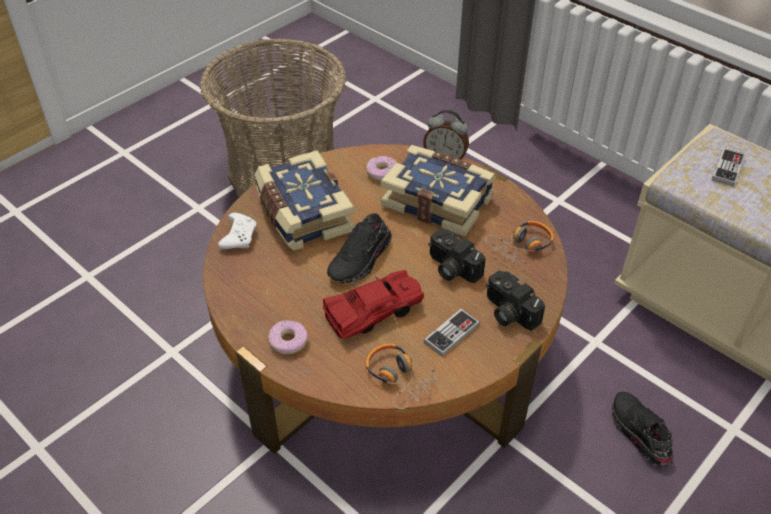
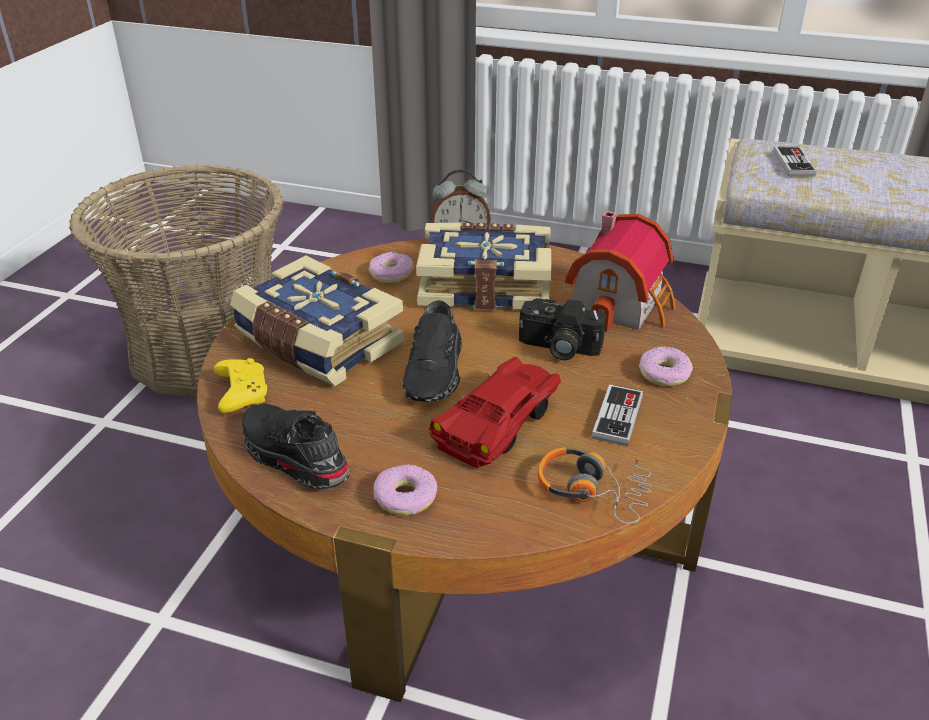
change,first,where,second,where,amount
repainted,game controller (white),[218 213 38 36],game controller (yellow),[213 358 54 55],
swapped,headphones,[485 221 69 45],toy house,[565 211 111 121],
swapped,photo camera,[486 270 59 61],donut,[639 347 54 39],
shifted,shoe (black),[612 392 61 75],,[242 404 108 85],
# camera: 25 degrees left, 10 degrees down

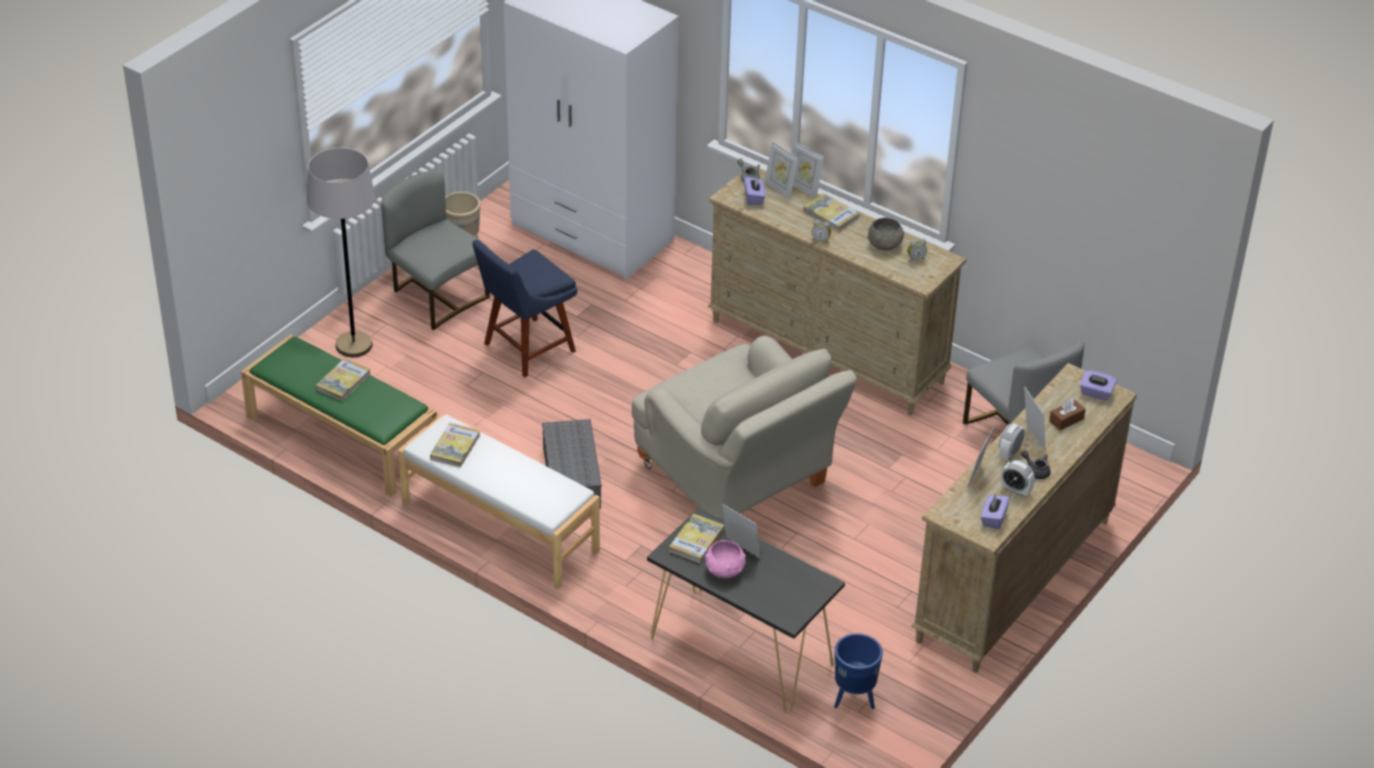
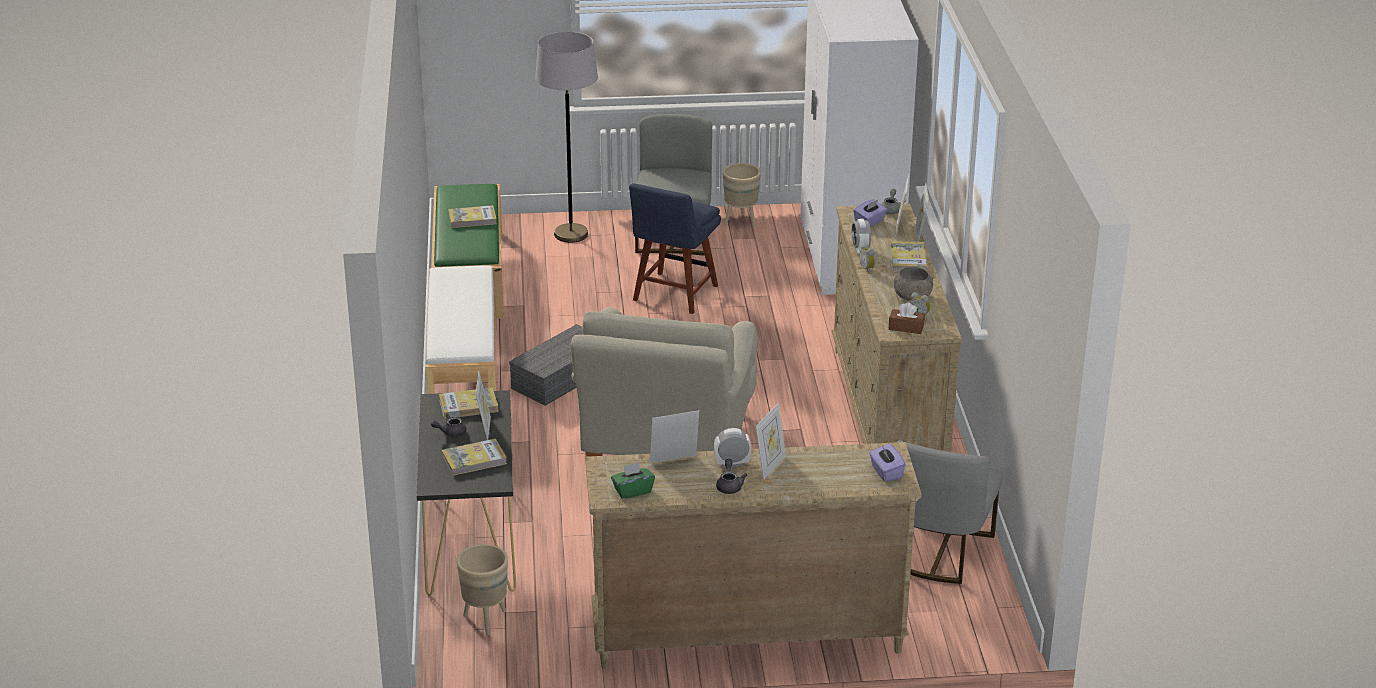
change,first,where,second,where,amount
rotated,chair (blue),[472 240 105 138],,[629 184 92 130],75 degrees counterclockwise
shifted,tissue box (brown),[1049 398 37 32],,[889 303 36 31],
shifted,book,[430 423 50 44],,[442 439 65 37],
shifted,alarm clock,[1001 460 34 36],,[852 219 19 37],
repainted,tissue box (purple),[981 494 29 35],tissue box (green),[611 462 44 37],
swapped,bowl (pink),[705 540 41 38],teapot (grey),[431 413 35 24],
repainted,planter (blue),[834 633 49 76],planter (beige),[456 544 52 92],
# camera: 50 degrees right, 10 degrees down

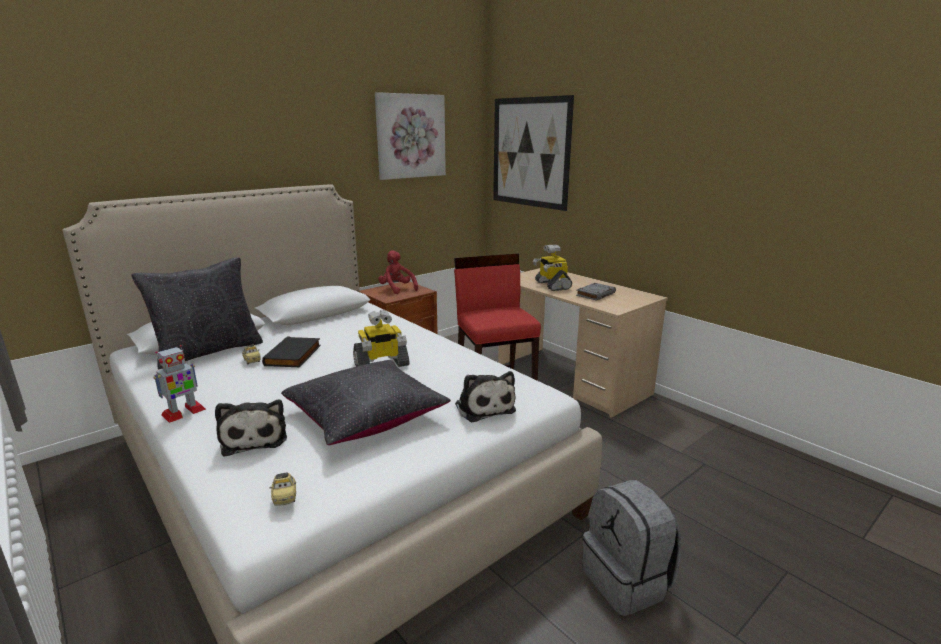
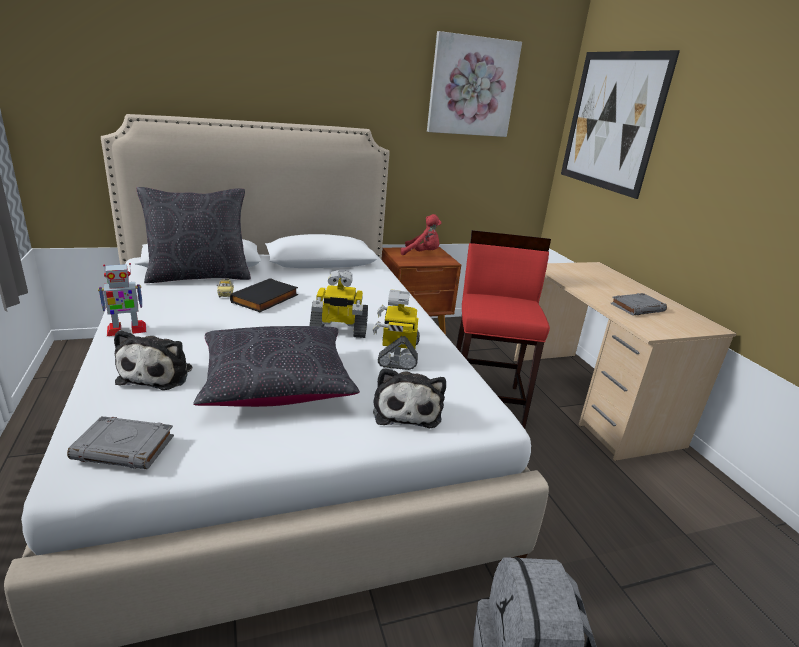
change,first,where,second,where,amount
shifted,toy robot,[533 244 39 47],,[373 289 47 81],
rotated,plush toy (red),[378 250 40 44],,[401 214 41 41],120 degrees clockwise
swapped,toy car,[269 473 27 33],book (grey),[67 416 107 53],
# camera: 20 degrees right, 5 degrees up

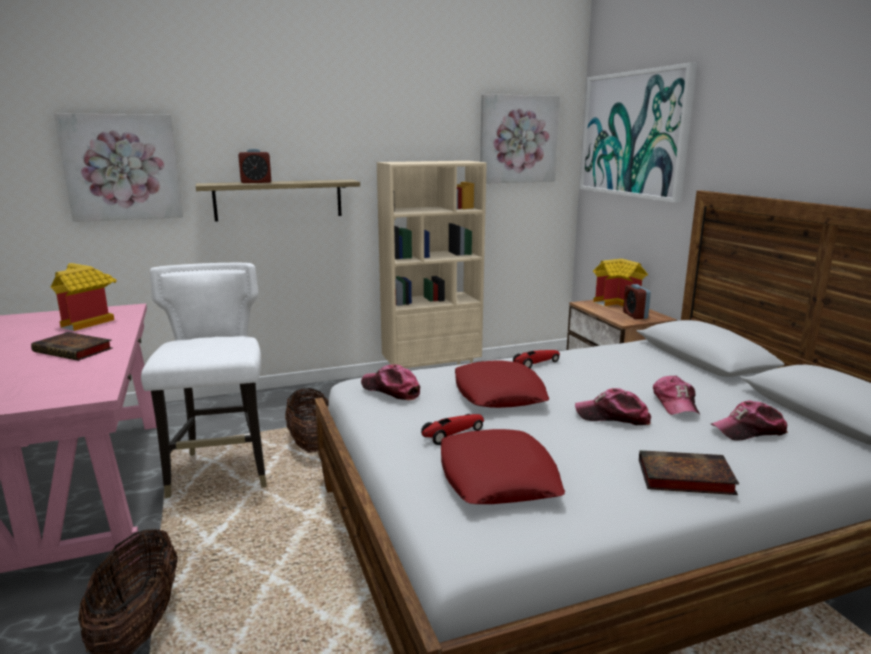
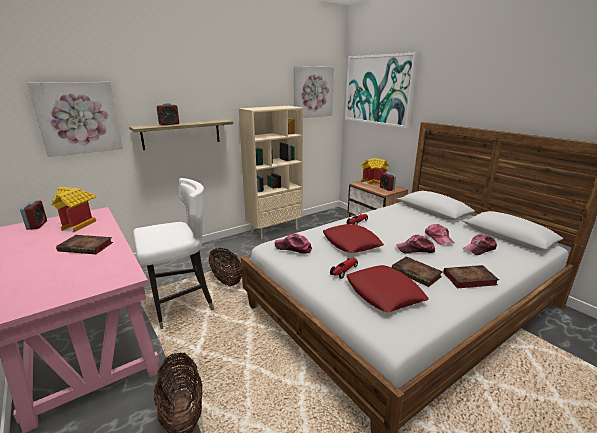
change,first,where,second,where,amount
rotated,chair (white),[141 263 126 235],,[133 178 81 151],90 degrees clockwise
new,,,alarm clock,[20 201 27 29],
new,,,book,[392 256 51 31],
# camera: 15 degrees left, 5 degrees up

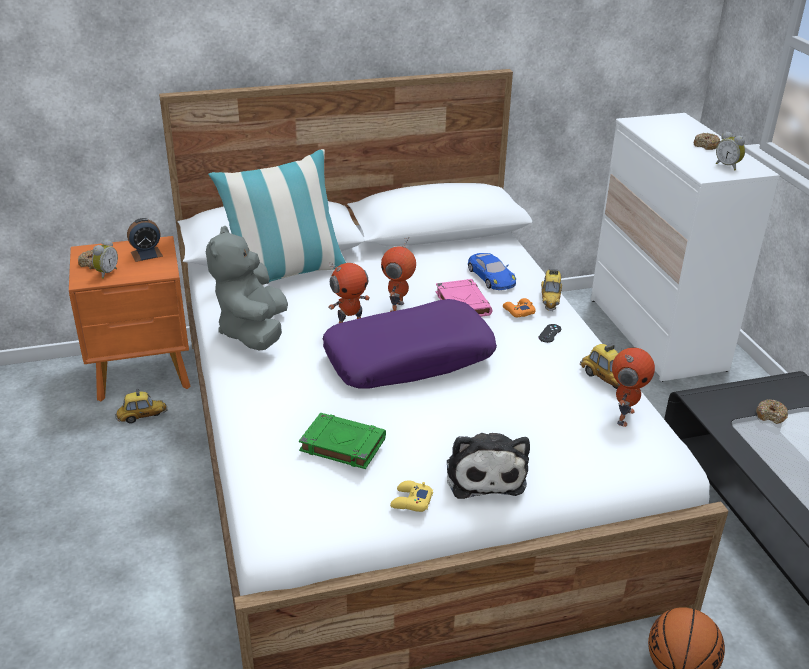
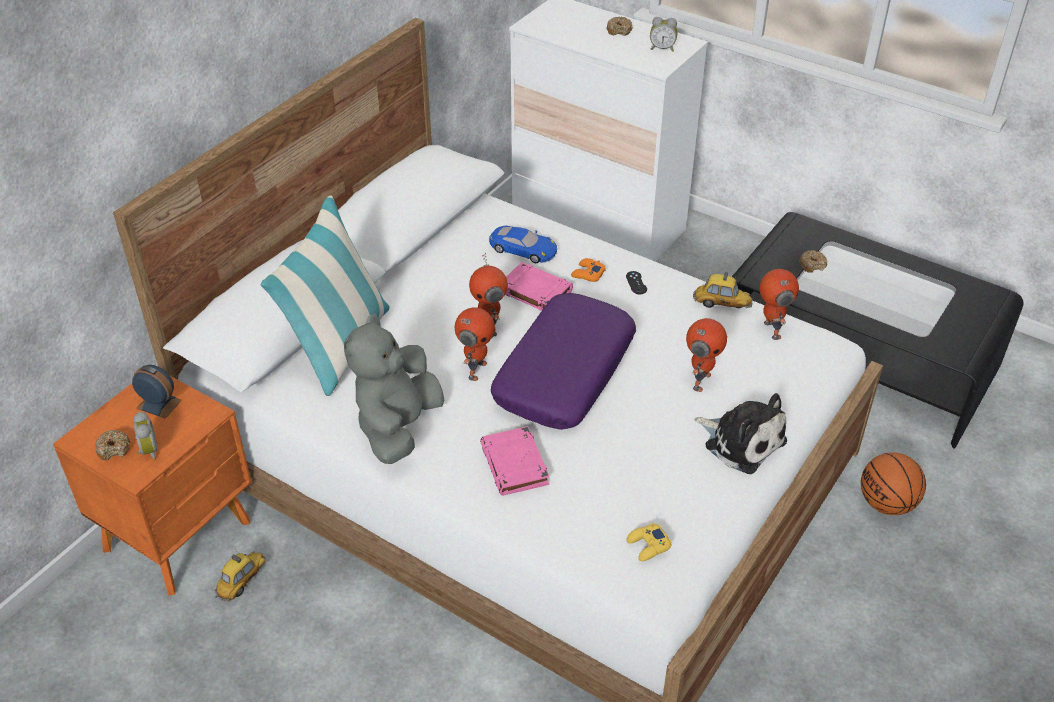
change,first,where,second,where,amount
rotated,alarm clock,[127 218 36 44],,[132 365 50 54],90 degrees counterclockwise
rotated,plush toy (grey),[206 226 82 124],,[344 314 100 150],60 degrees clockwise
gone,toy car,[541 269 21 42],,,
gone,book (green),[299 413 87 56],,,
shifted,game controller (yellow),[390 480 43 32],,[627 523 45 39],
new,,,toy robot,[686 318 41 74],
new,,,book (pink),[480 426 69 70],
# camera: 40 degrees left, 10 degrees up

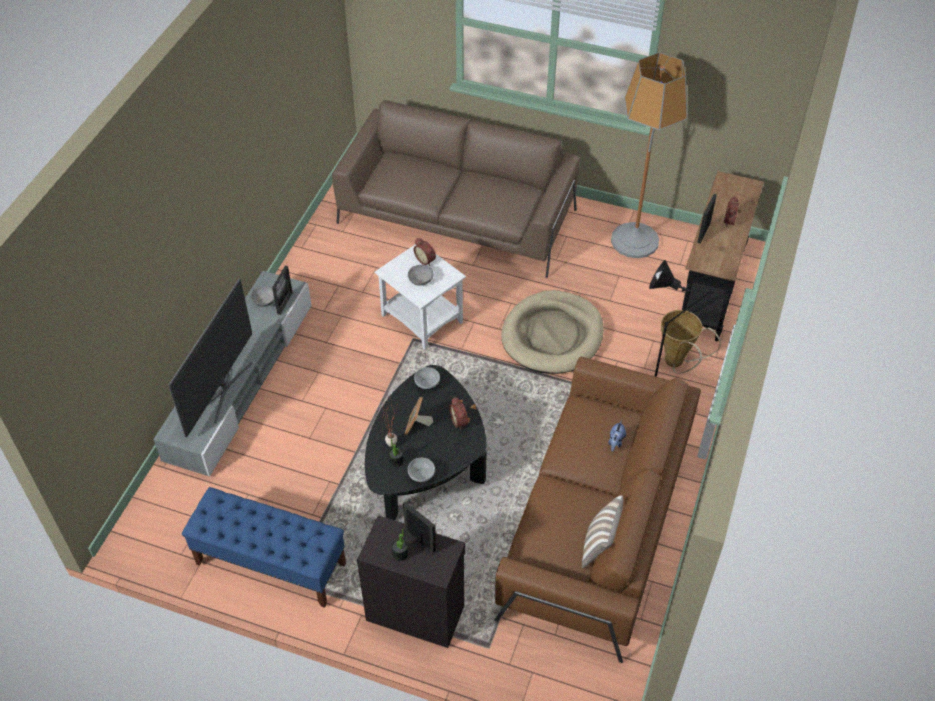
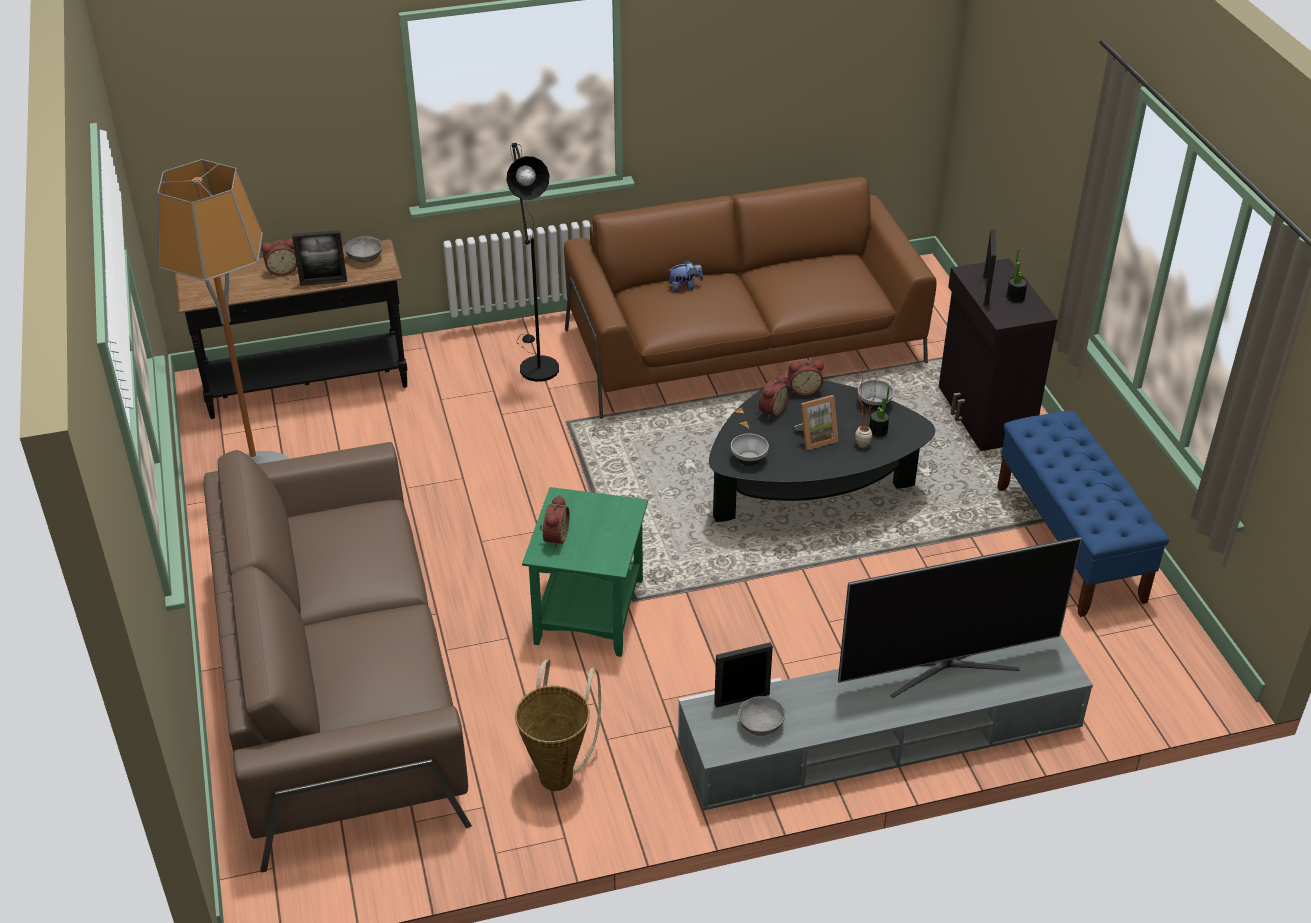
change,first,where,second,where,amount
repainted,side table (white),[374 244 92 106],side table (green),[522 487 126 170],
shifted,bowl (grey),[408 265 26 21],,[345 236 37 26],
gone,dog bed (beige),[501 290 103 84],,,
shifted,basket,[661 310 60 64],,[515 659 86 132],
gone,pillow,[582 495 41 73],,,
new,,,alarm clock,[788 360 36 36],
# camera: 125 degrees left, 10 degrees down

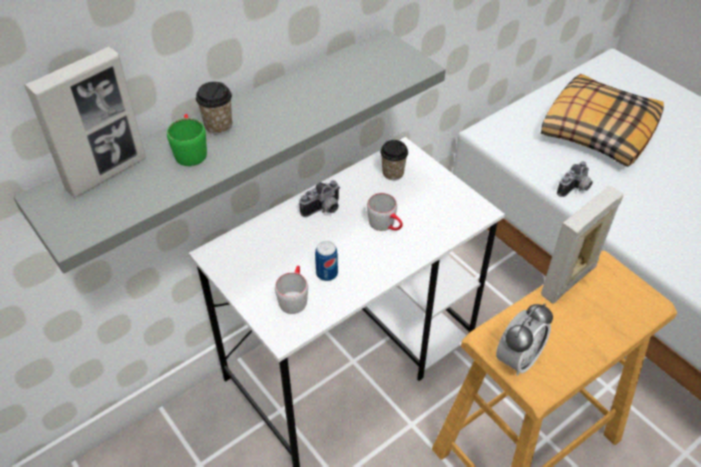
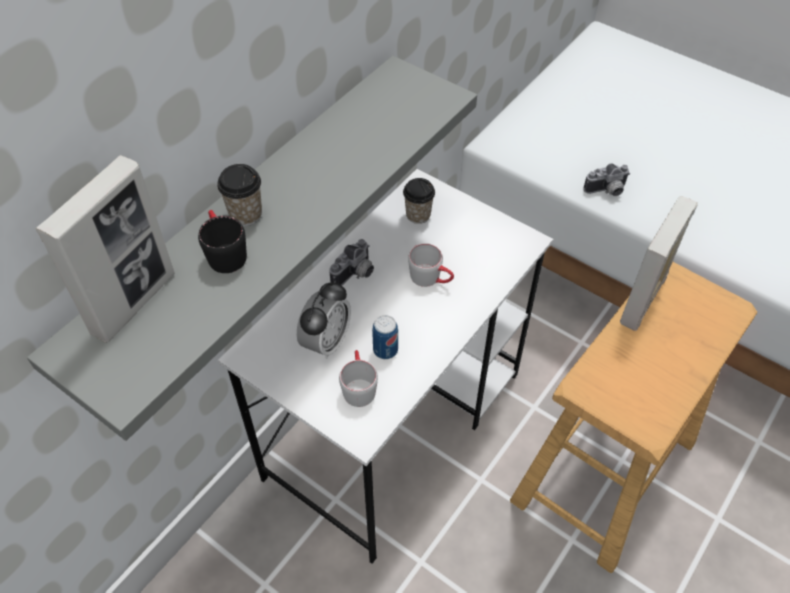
change,first,where,second,where,amount
gone,pillow,[541 74 123 93],,,
repainted,mug (green),[167 114 40 52],mug (black),[198 210 49 63],
rotated,photo camera,[557 161 36 36],,[583 163 47 33],45 degrees clockwise
shifted,alarm clock,[496 303 57 73],,[297 281 54 78],
# camera: 15 degrees left, 5 degrees up

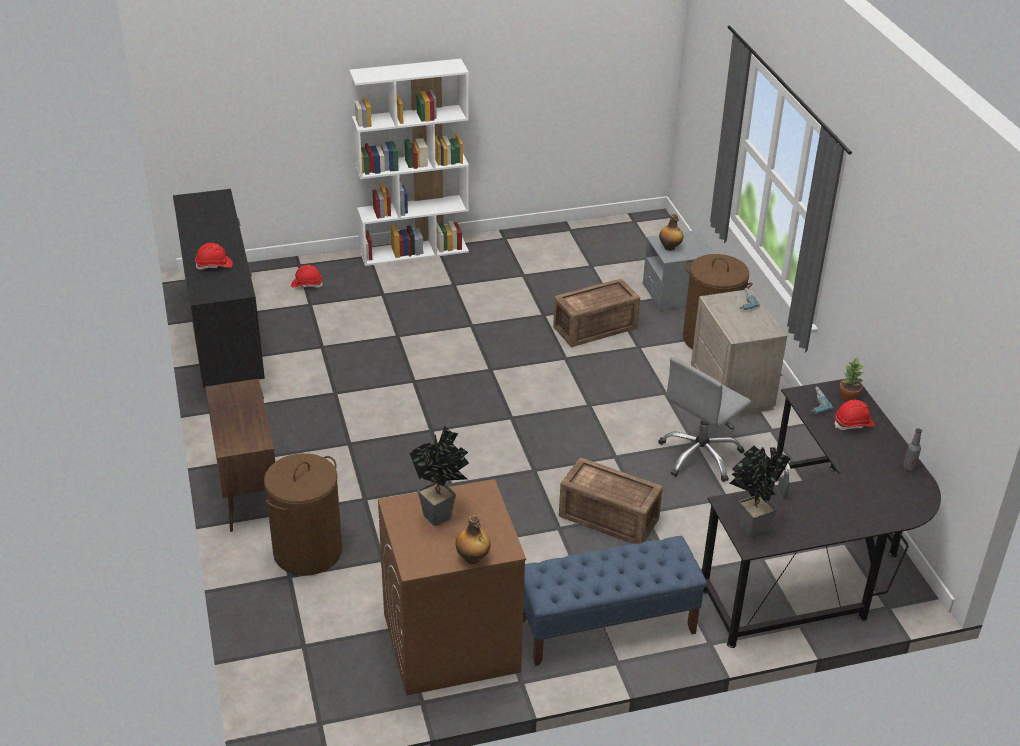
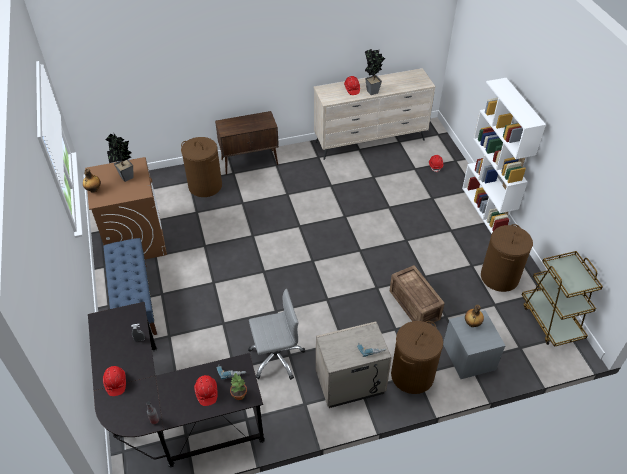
change,first,where,second,where,amount
repainted,dresser (black),[173 189 92 210],dresser (beige),[314 68 122 92],
rotated,office chair (grey),[658 357 93 125],,[248 289 57 91],120 degrees clockwise
shifted,potted plant,[729 446 62 92],,[365 49 20 46],
gone,crate,[559 458 104 86],,,
new,,,laundry basket (brown),[481 224 52 68],
new,,,cart (brown),[522 251 81 96],
new,,,hard hat (red),[103 366 23 30],
# camera: 90 degrees right, 10 degrees up

